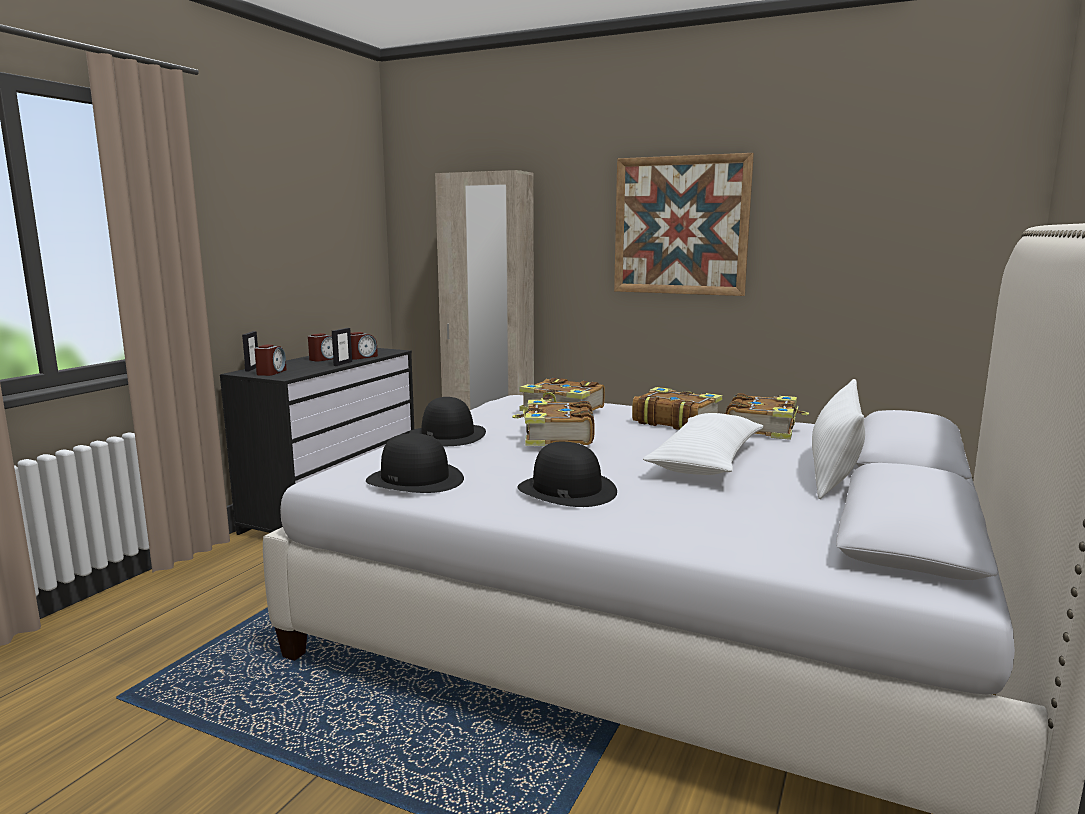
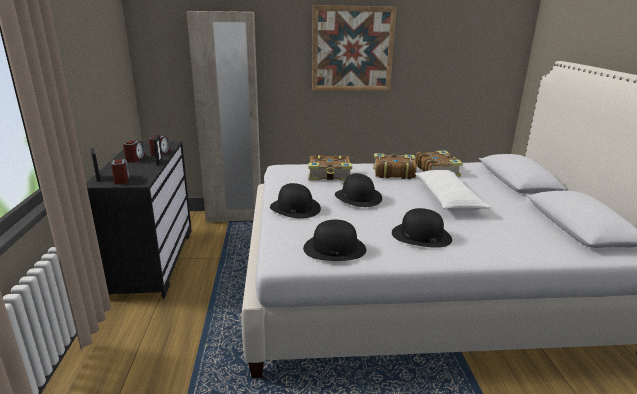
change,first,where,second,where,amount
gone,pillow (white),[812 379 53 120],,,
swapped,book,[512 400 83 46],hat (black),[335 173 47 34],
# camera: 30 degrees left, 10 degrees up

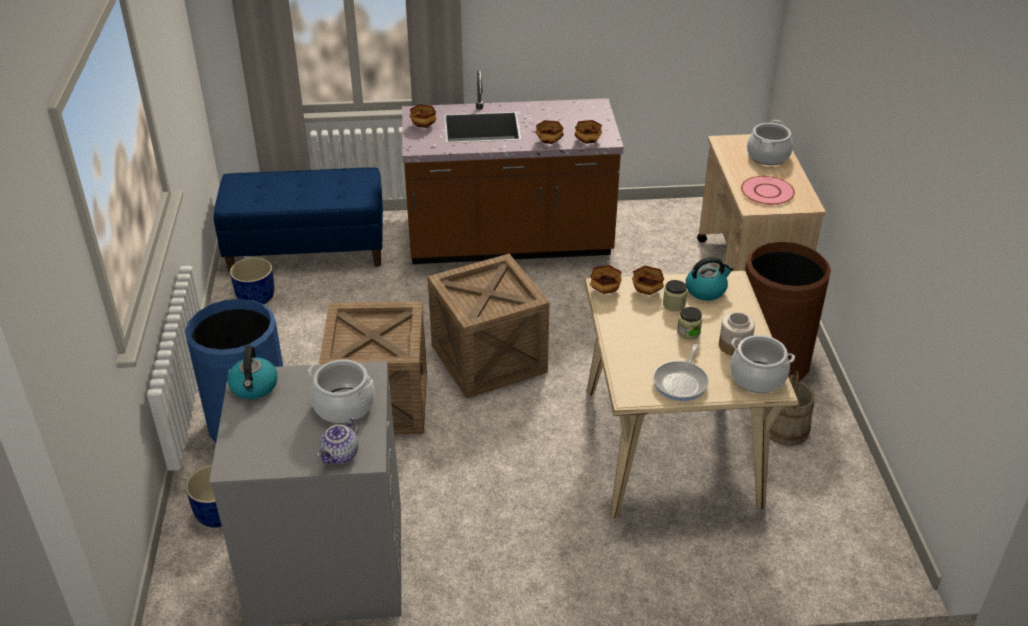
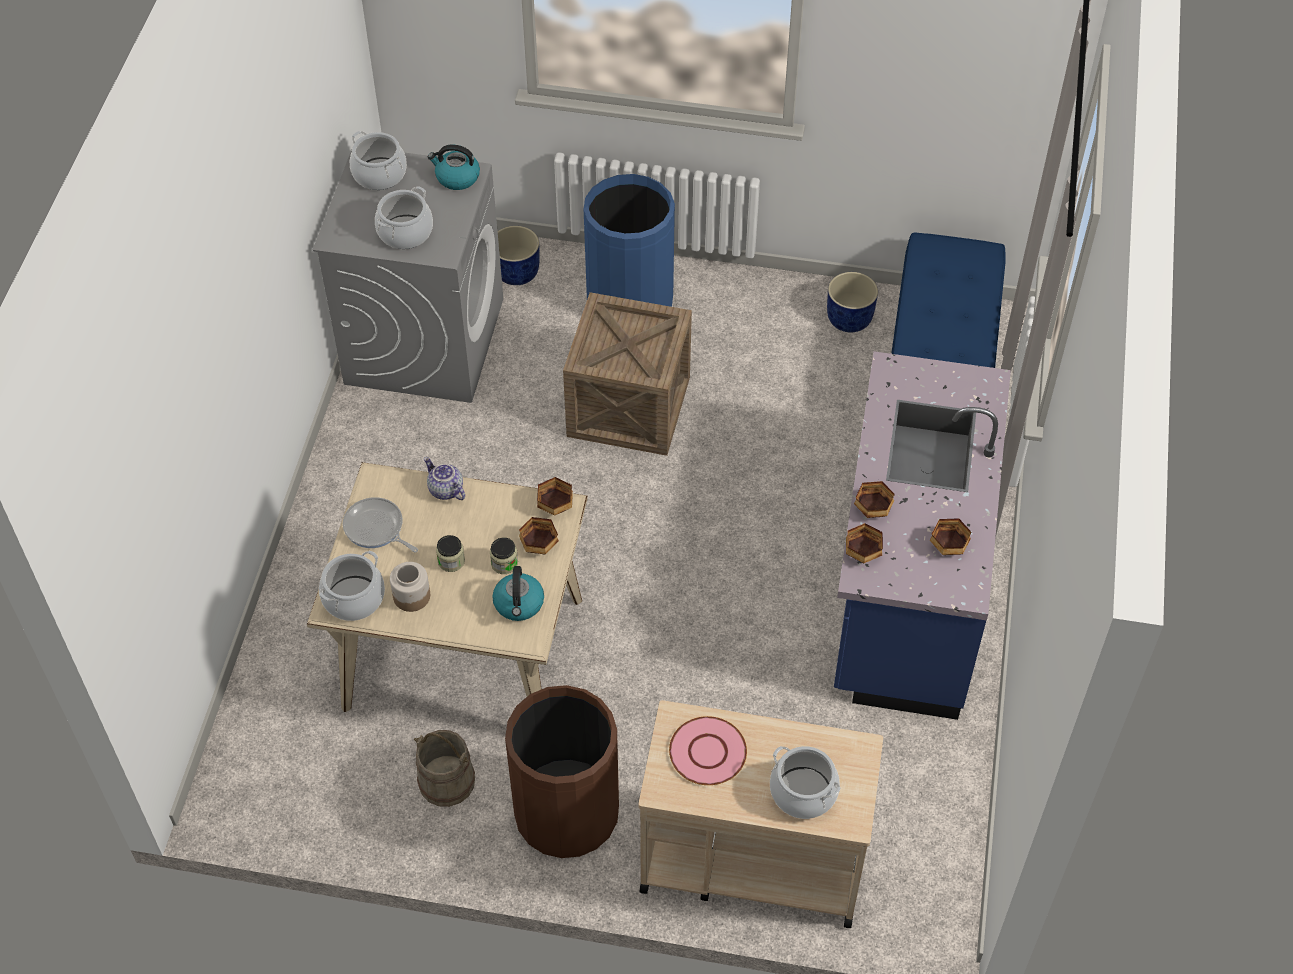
change,first,where,second,where,amount
repainted,counter (brown),[402 70 222 194],counter (blue),[834 351 177 369],
shifted,bowl,[410 104 26 24],,[930 518 42 37],
gone,crate,[428 254 122 145],,,
shifted,teapot,[317 418 42 46],,[424 457 41 43],
new,,,cooking pot,[350 131 57 59],
# camera: 105 degrees right, 15 degrees up

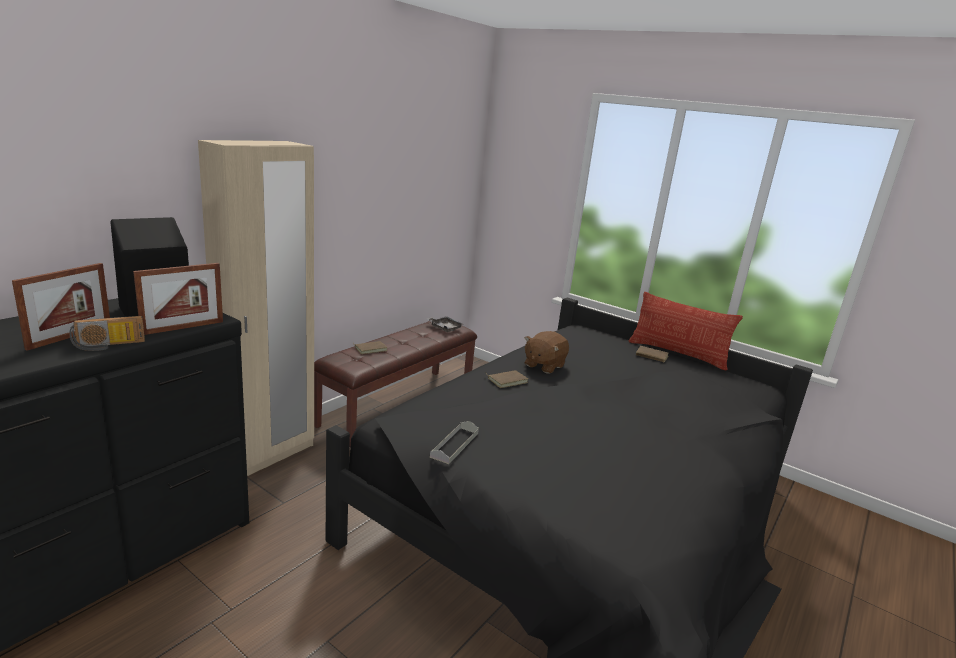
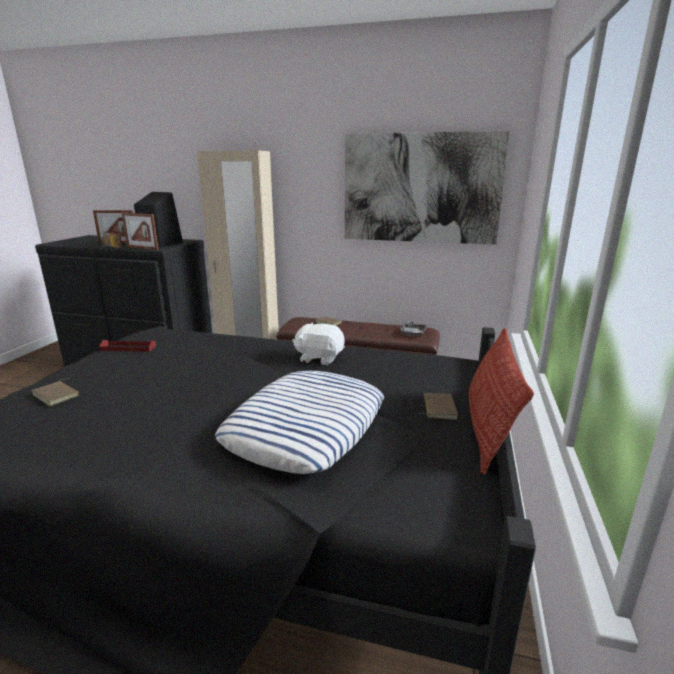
change,first,where,second,where,amount
repainted,plush toy (brown),[524 331 45 43],plush toy (white),[292 322 53 43],
shifted,book (brown),[485 370 43 18],,[32 379 47 27],
repainted,tray (grey),[430 421 49 43],tray (red),[99 340 57 12],
new,,,picture,[345 131 165 114],
new,,,pillow,[215 371 169 103],
# camera: 70 degrees right, 0 degrees up

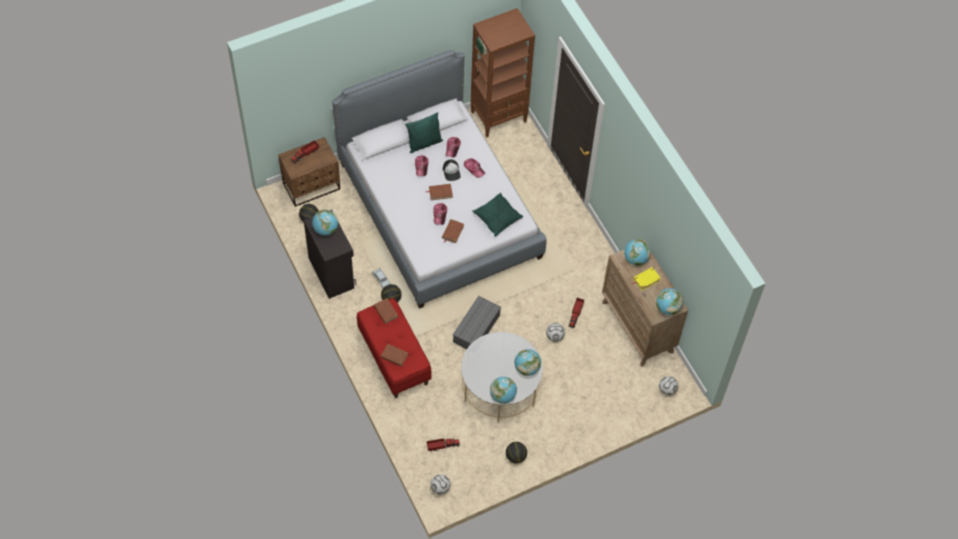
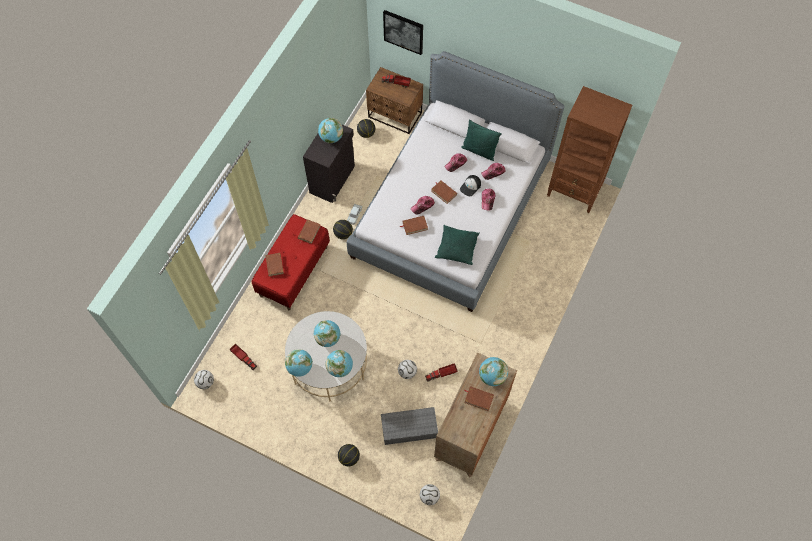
change,first,where,second,where,amount
repainted,book (yellow),[632 267 29 24],book (brown),[464 386 30 25],
shifted,globe,[656 288 27 27],,[314 320 27 27],
shifted,storage box (grey),[453 296 48 53],,[381 407 57 38],
shifted,basketball,[506 442 21 22],,[338 444 22 22],
new,,,picture,[383 10 40 45],
# camera: 55 degrees right, 5 degrees up

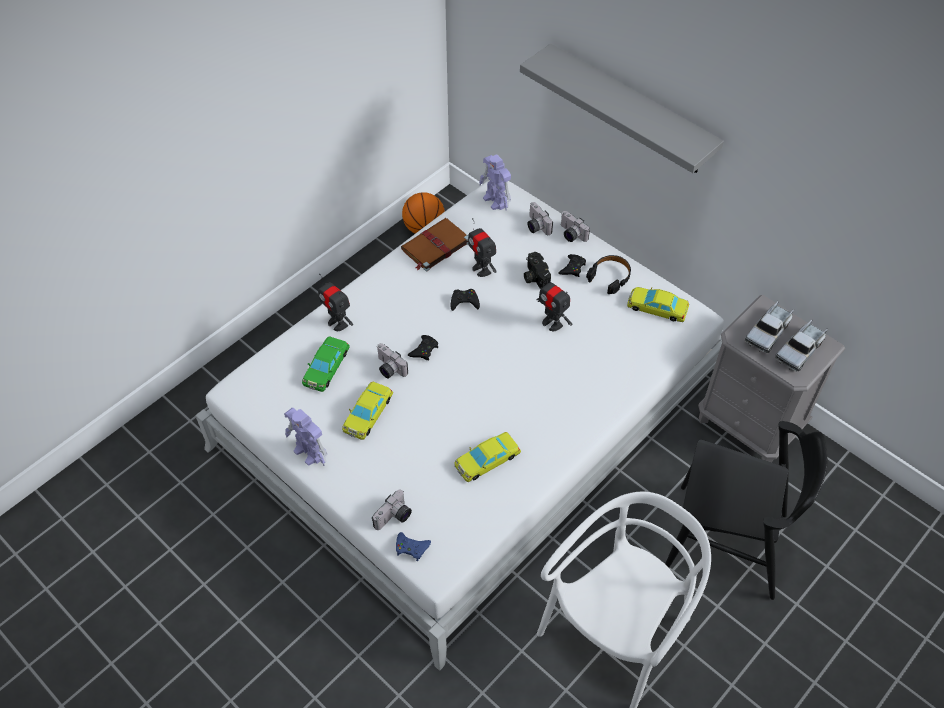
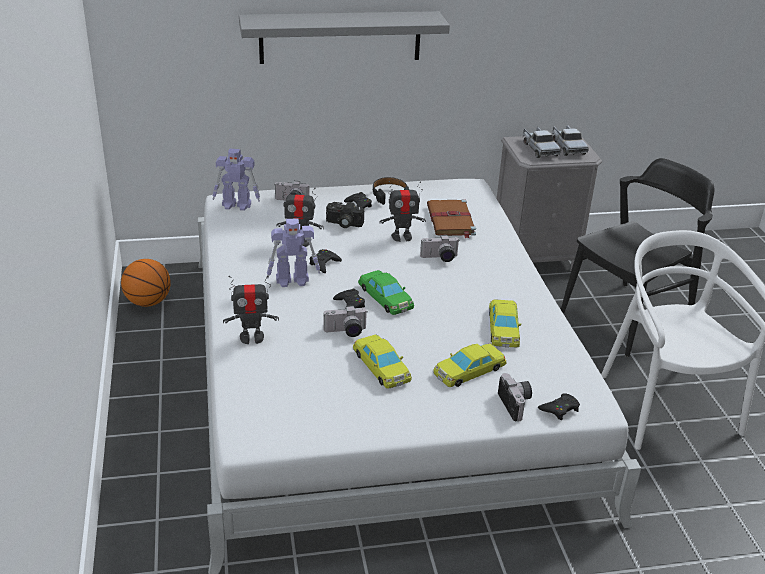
change,first,where,second,where,amount
shifted,photo camera,[561 211 29 31],,[420 235 39 27],
shifted,book (brown),[401 218 67 53],,[427 199 49 39],
shifted,toy car (yellow),[627 287 62 35],,[433 344 74 43],
shifted,toy car (green),[302 336 48 56],,[358 270 56 45],
shifted,toy robot,[284 408 44 58],,[267 218 53 69],
repainted,game controller (blue),[396 532 35 29],game controller (black),[538 393 42 27],
# camera: 55 degrees left, 20 degrees down

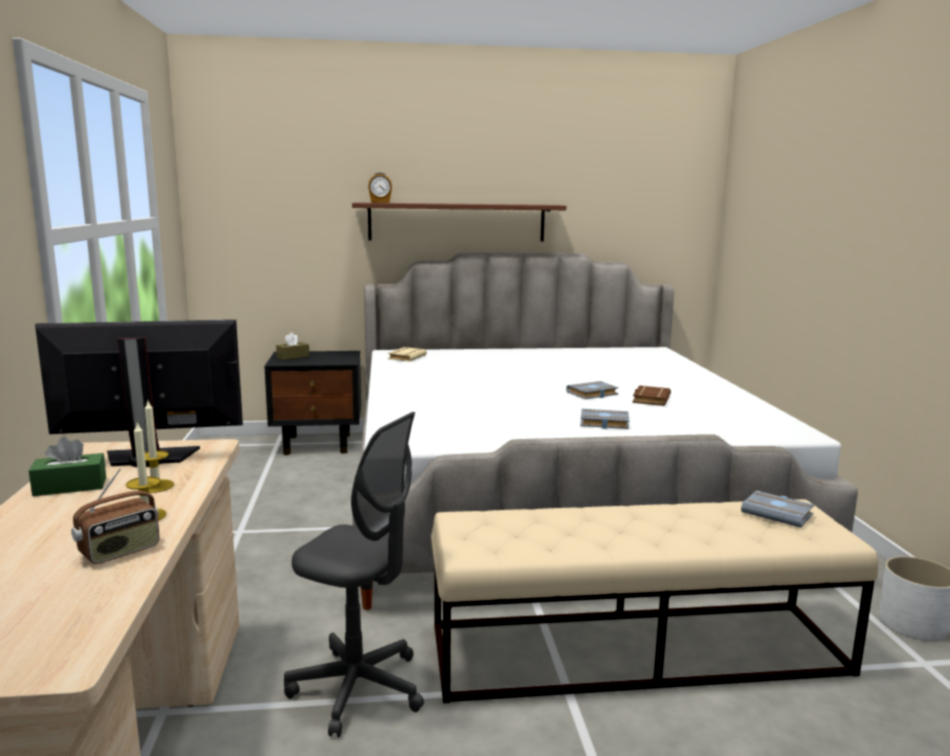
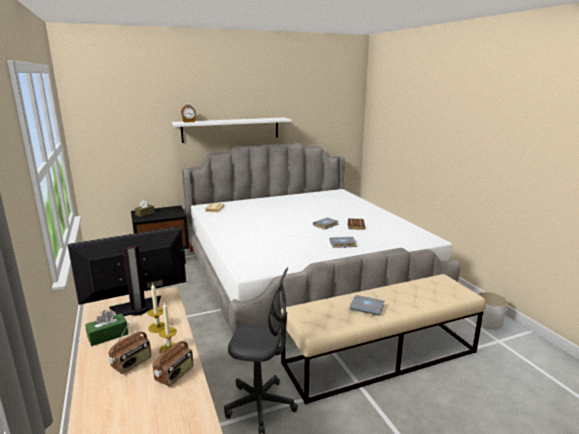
change,first,where,second,where,amount
repainted,shelf (brown),[352 202 214 40],shelf (white),[172 118 120 25],
shifted,book (grey),[741 490 73 38],,[350 295 34 21],
new,,,radio,[108 323 43 51],
# camera: 15 degrees left, 5 degrees up

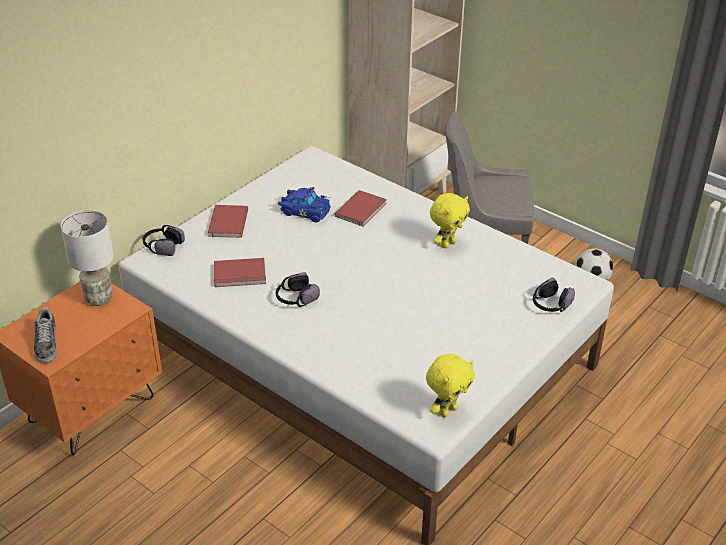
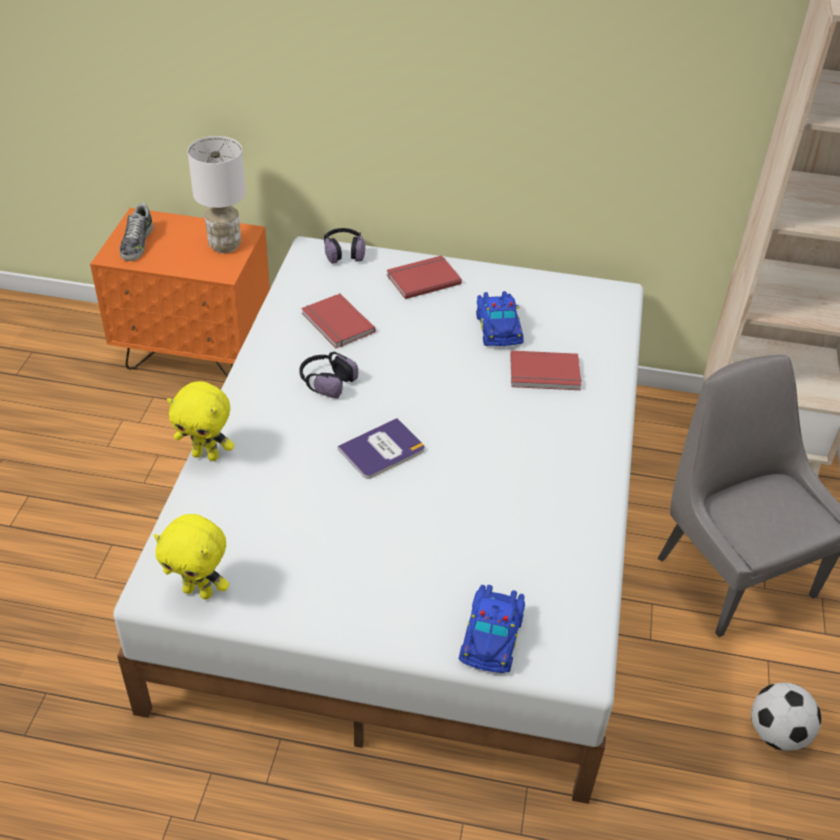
change,first,where,second,where,amount
shifted,plush toy (yellow),[430 193 40 55],,[167 381 67 80],
swapped,headphones,[533 278 42 34],toy car (blue),[459 585 66 88],
rotated,shoe,[34 307 23 56],,[120 203 33 58],45 degrees counterclockwise
new,,,book,[338 418 87 61],
# camera: 60 degrees right, 5 degrees up

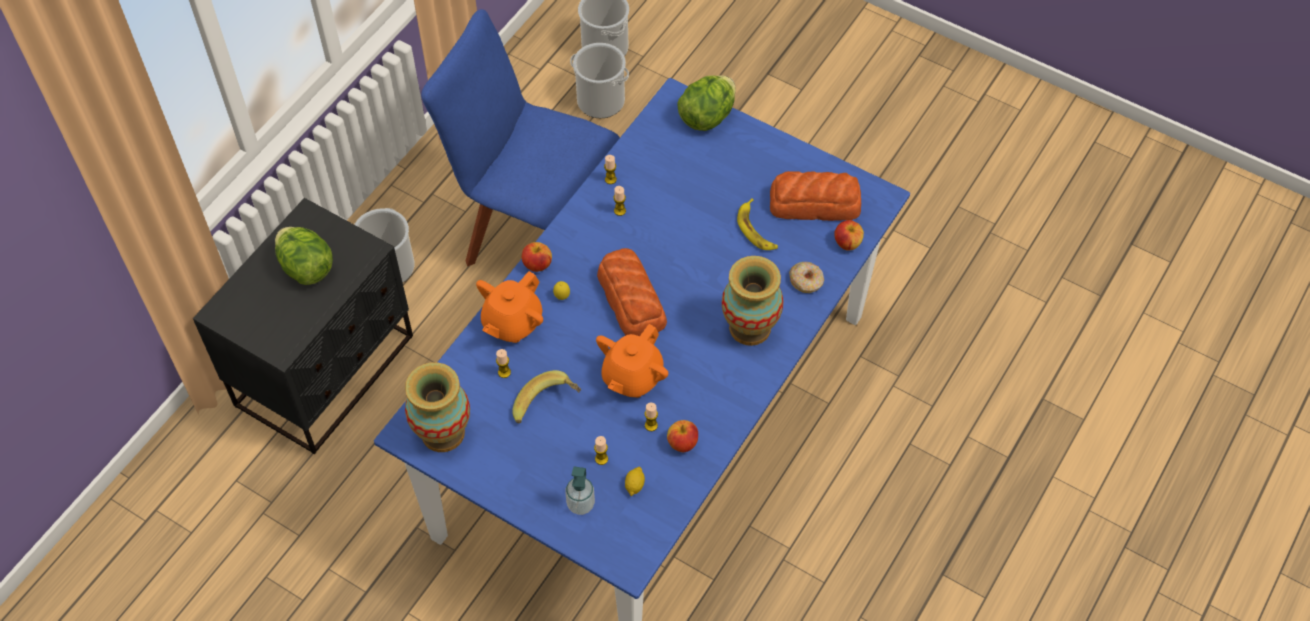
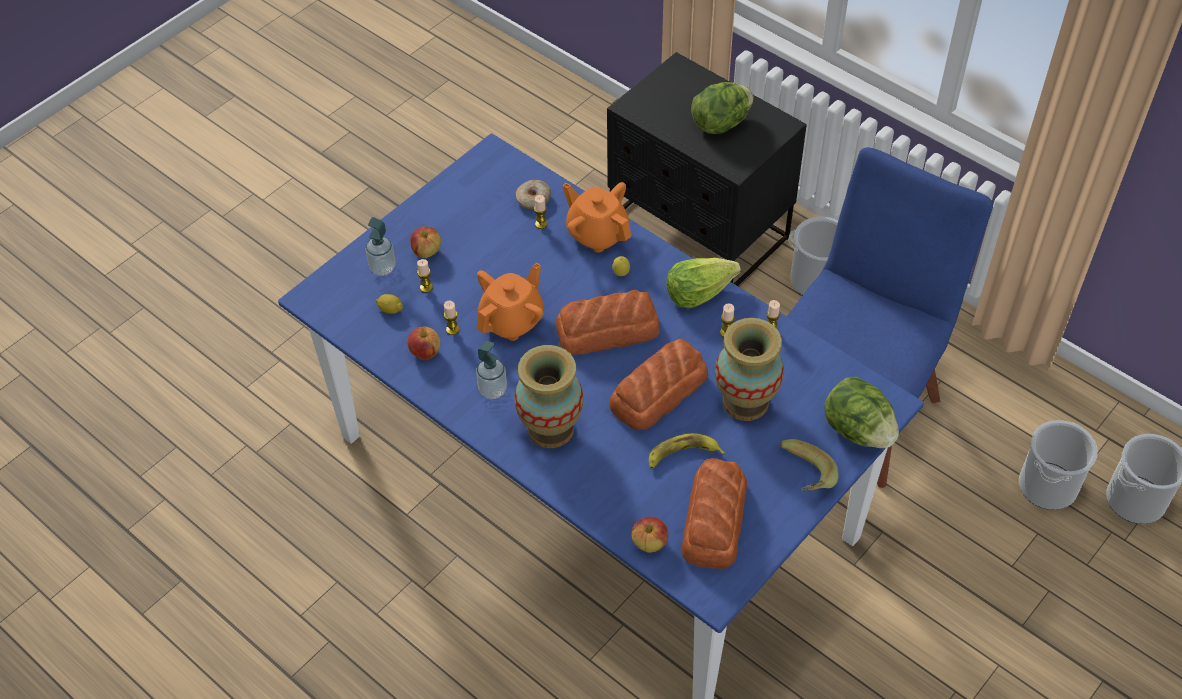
change,first,where,second,where,amount
shifted,apple,[522 242 30 30],,[410 227 31 31],
shifted,donut,[789 262 35 31],,[516 180 35 29],
rotated,teapot (orange),[596 324 72 74],,[476 263 68 78],90 degrees clockwise
shifted,vase,[405 362 65 90],,[715 318 69 103],
shifted,banana,[512 370 69 53],,[780 439 59 52],
new,,,lettuce,[666 258 75 51],
new,,,bread,[609 339 99 91],
new,,,soap dispenser,[476 341 31 58],
# camera: 100 degrees right, 5 degrees down

